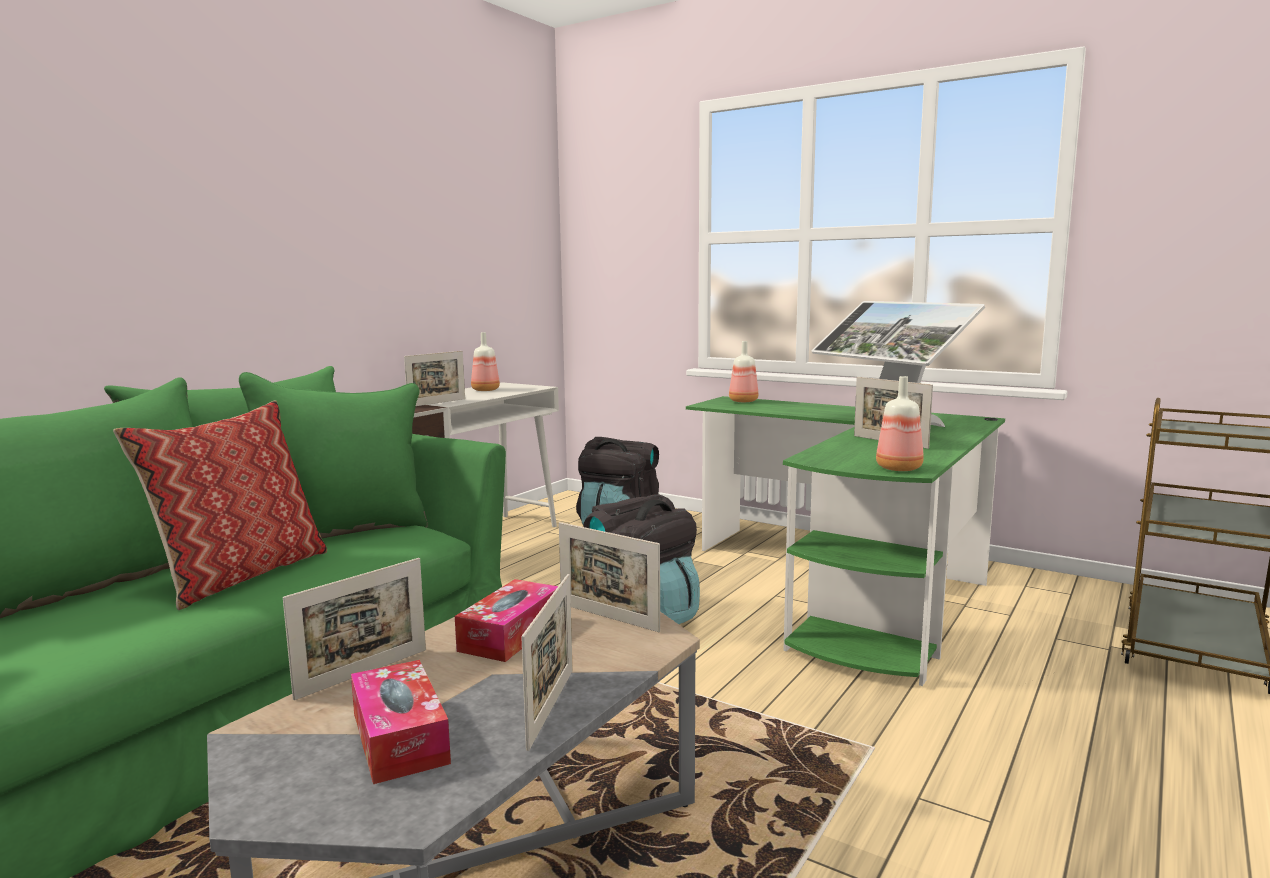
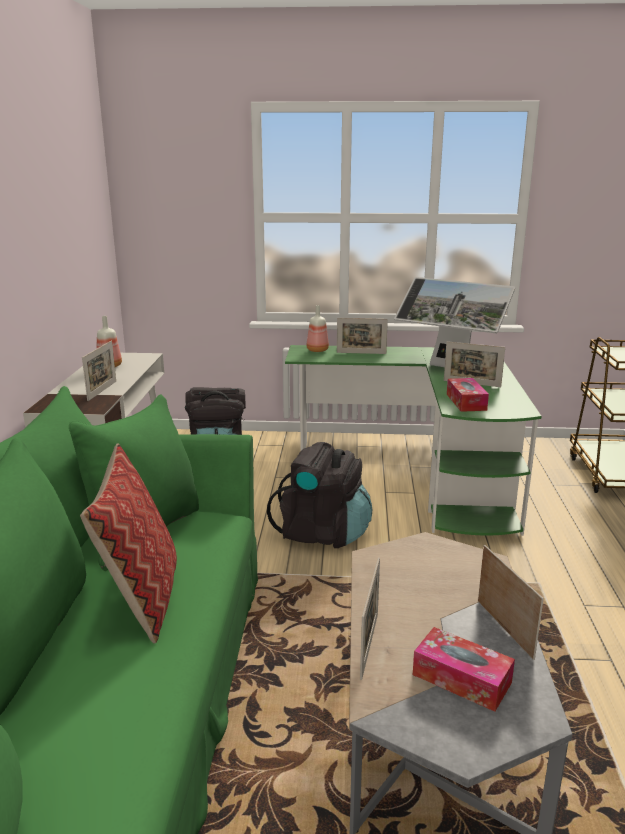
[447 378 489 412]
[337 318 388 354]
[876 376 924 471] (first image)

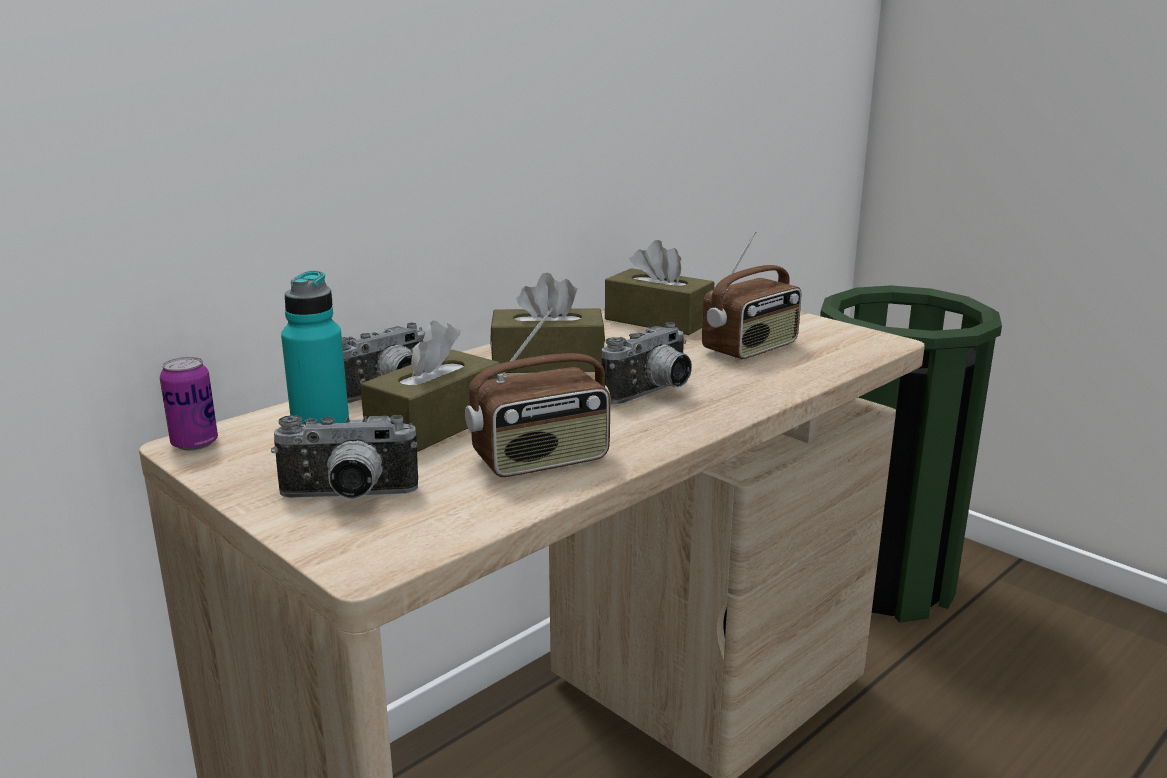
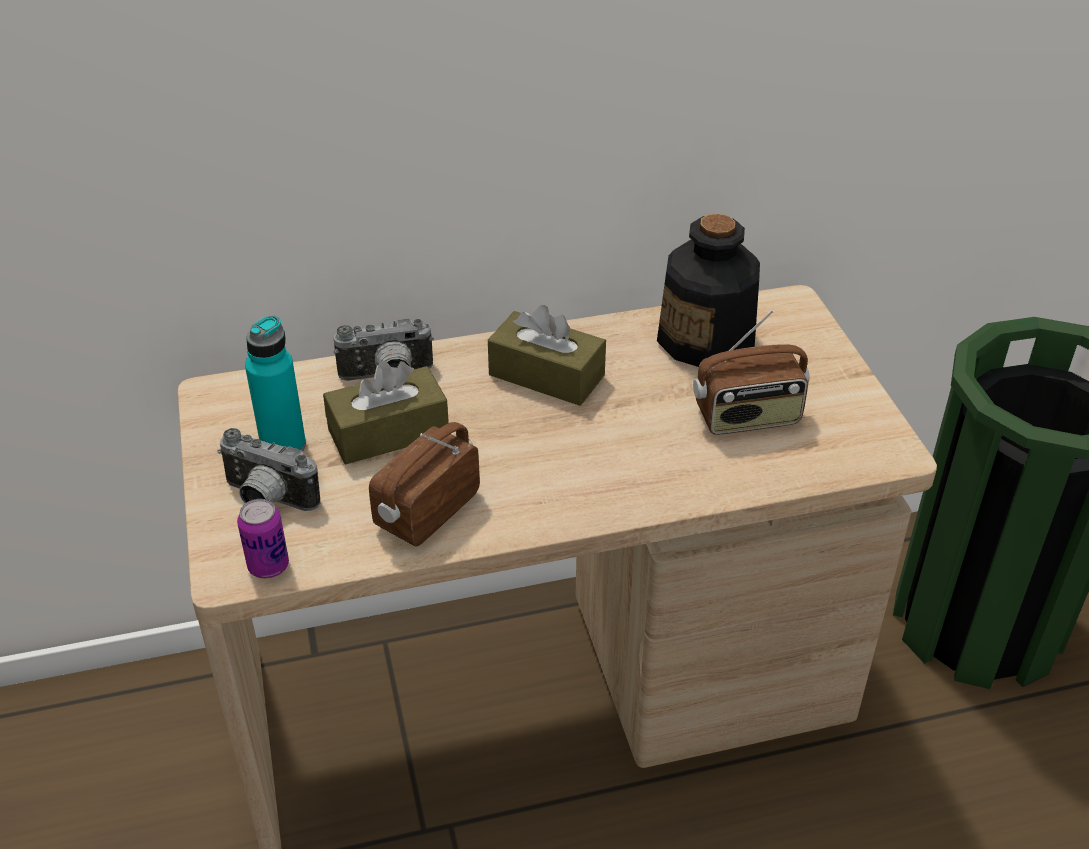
[237 499 289 578]
[369 422 480 546]
[602 322 692 404] (first image)
[657 213 760 367]

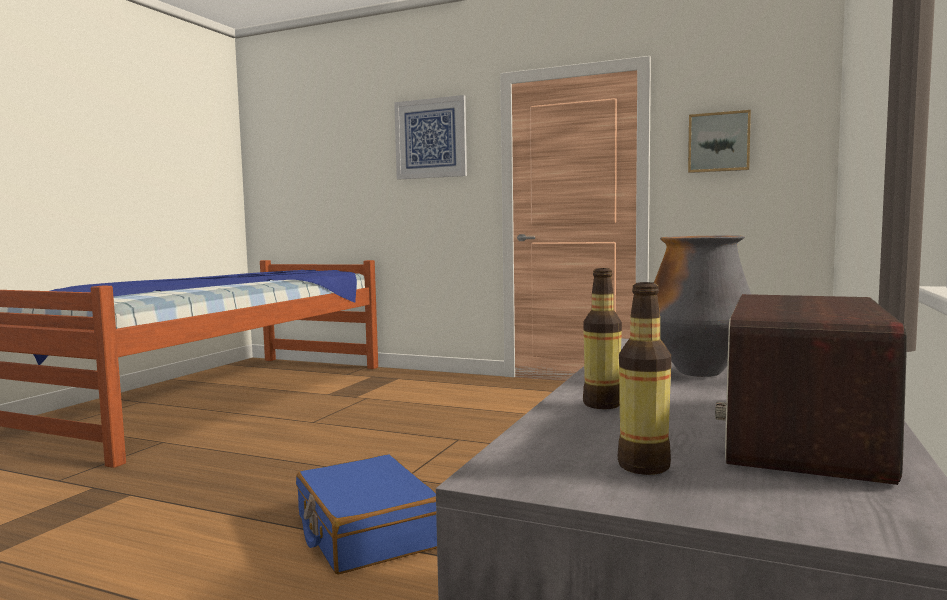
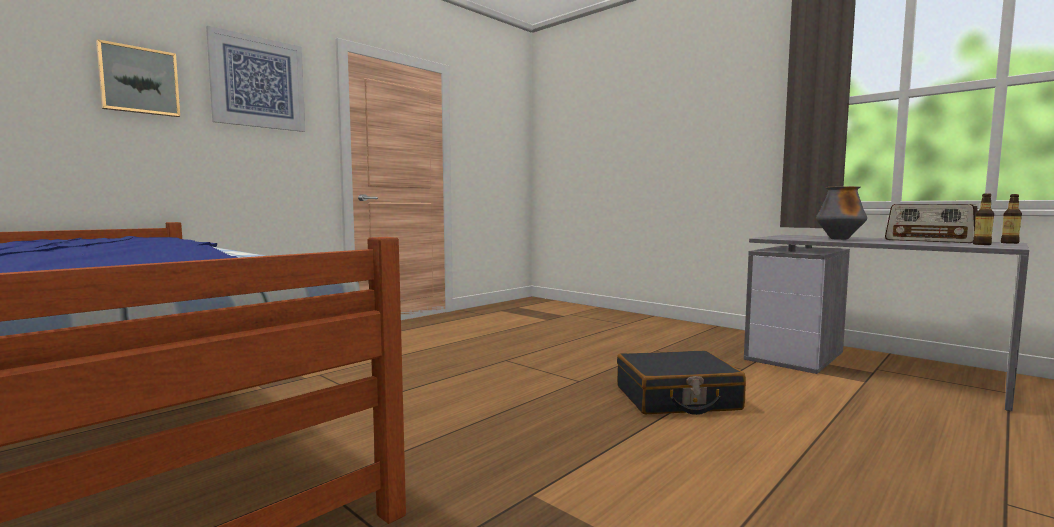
[617 351 746 415]
[1001 194 1022 244]
[96 39 180 117]

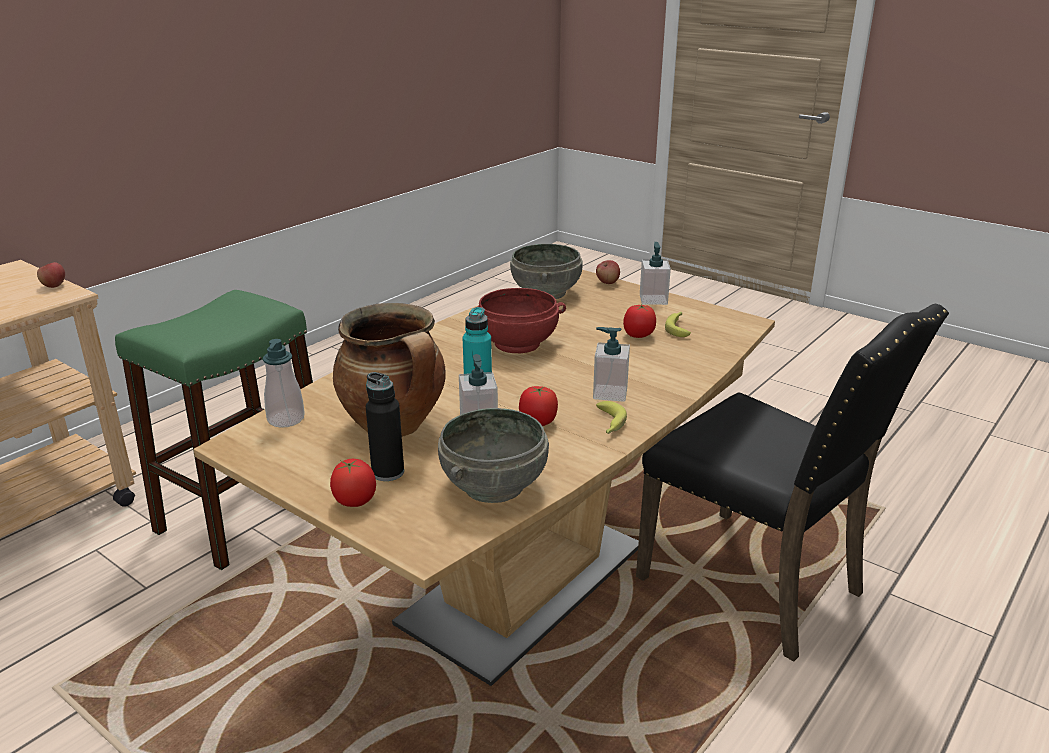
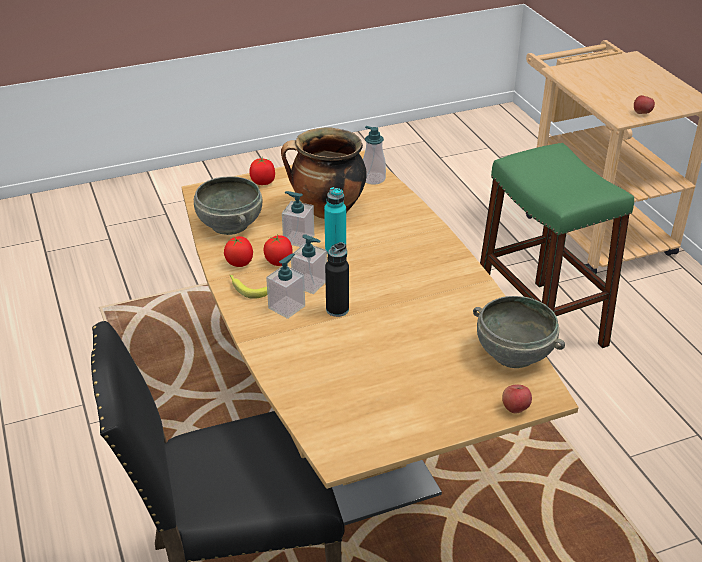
[325 242 349 317]
[478 288 566 353] (first image)
[224 236 253 267]
[291 234 327 294]
[665 312 691 337] (first image)

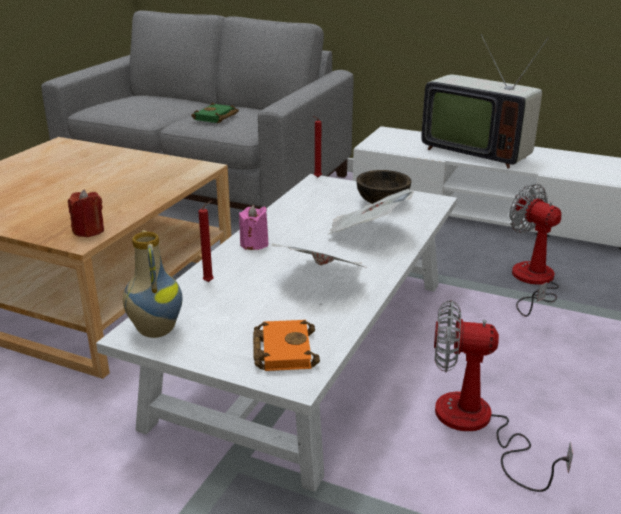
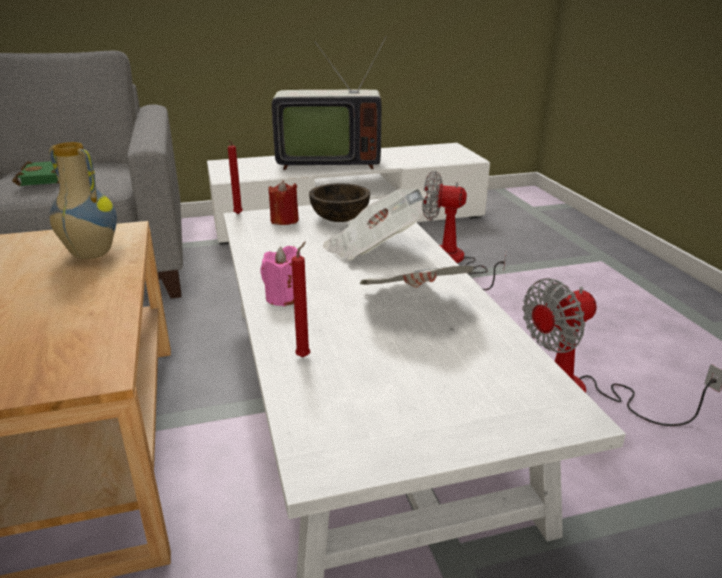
[269 180 299 225]
[49 142 117 259]
[253 320 320 371] (first image)

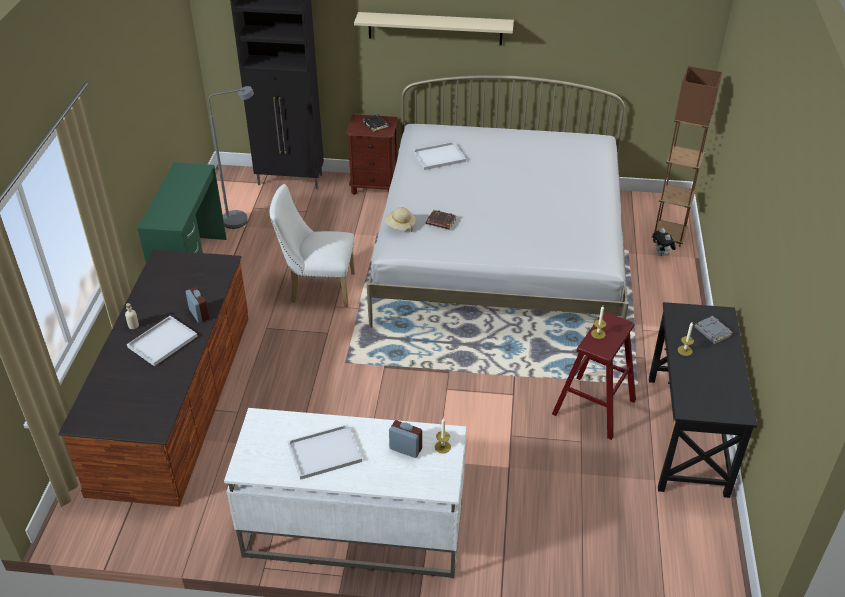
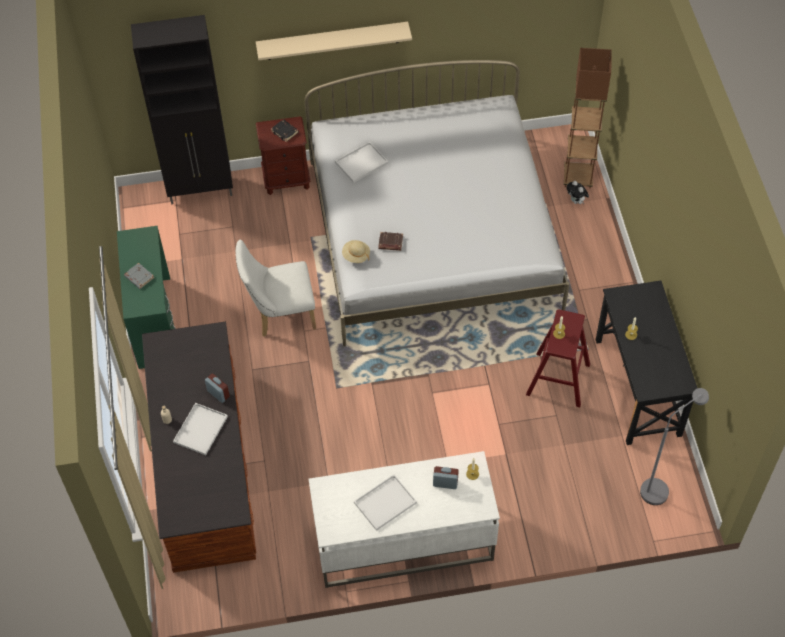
[640 388 709 505]
[124 263 154 289]

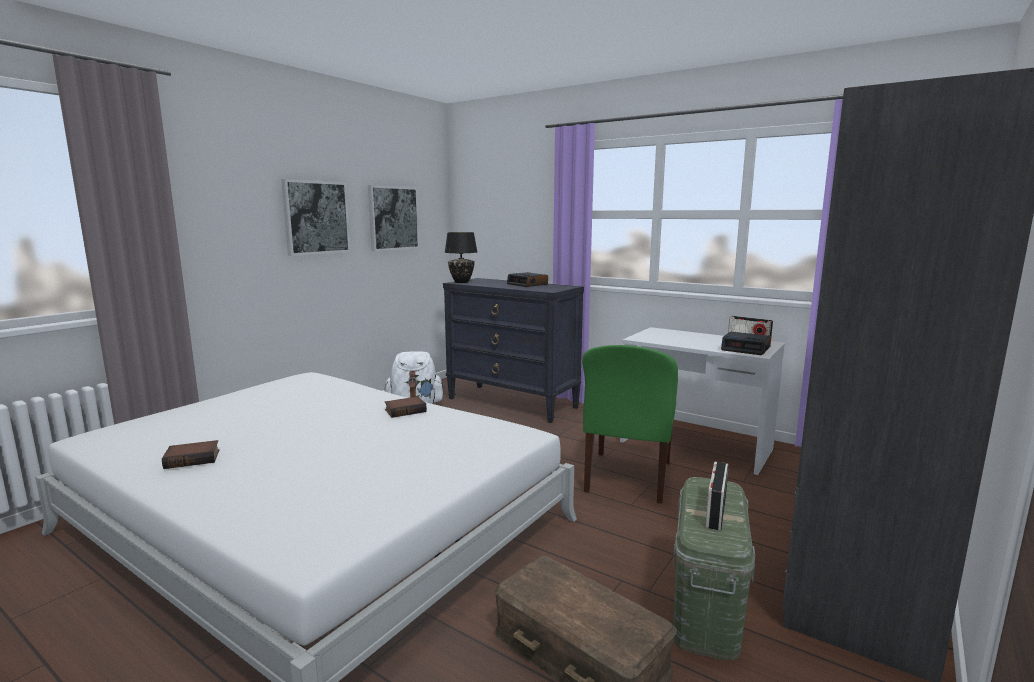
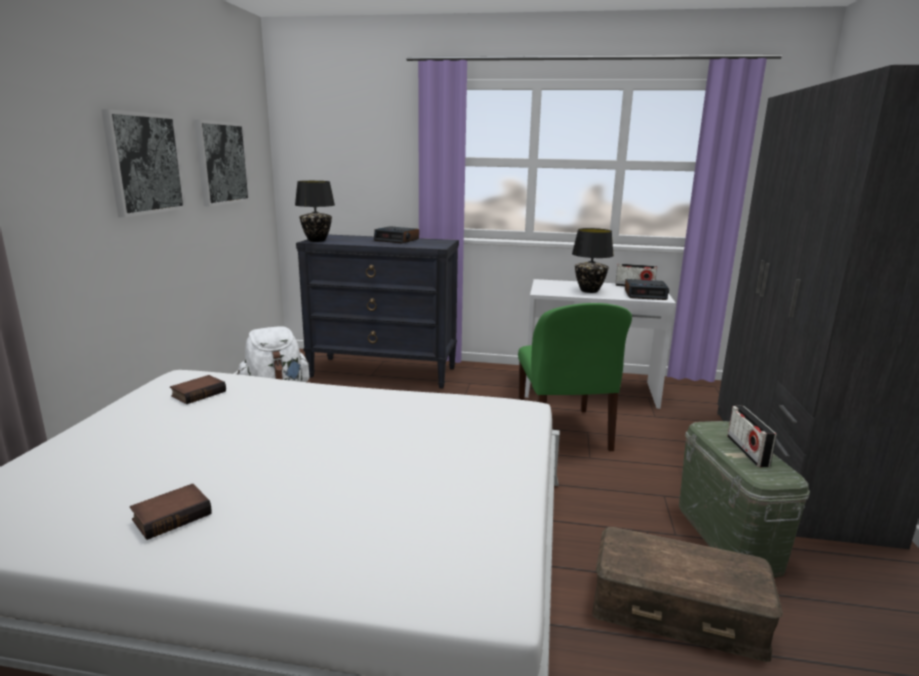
[170 375 226 404]
[572 228 614 293]

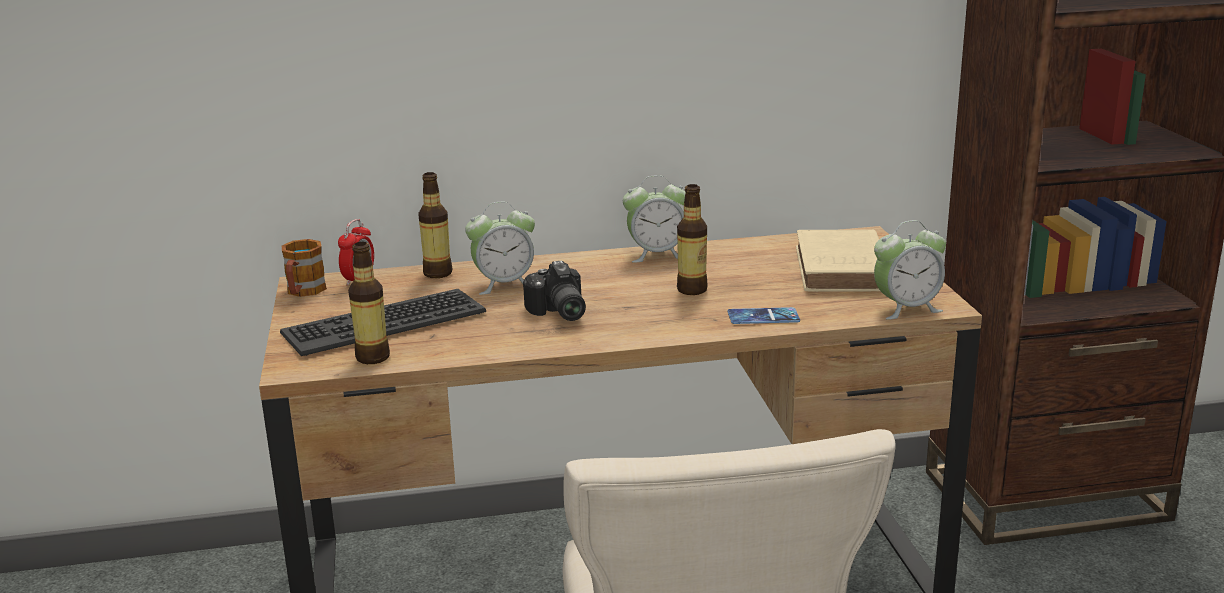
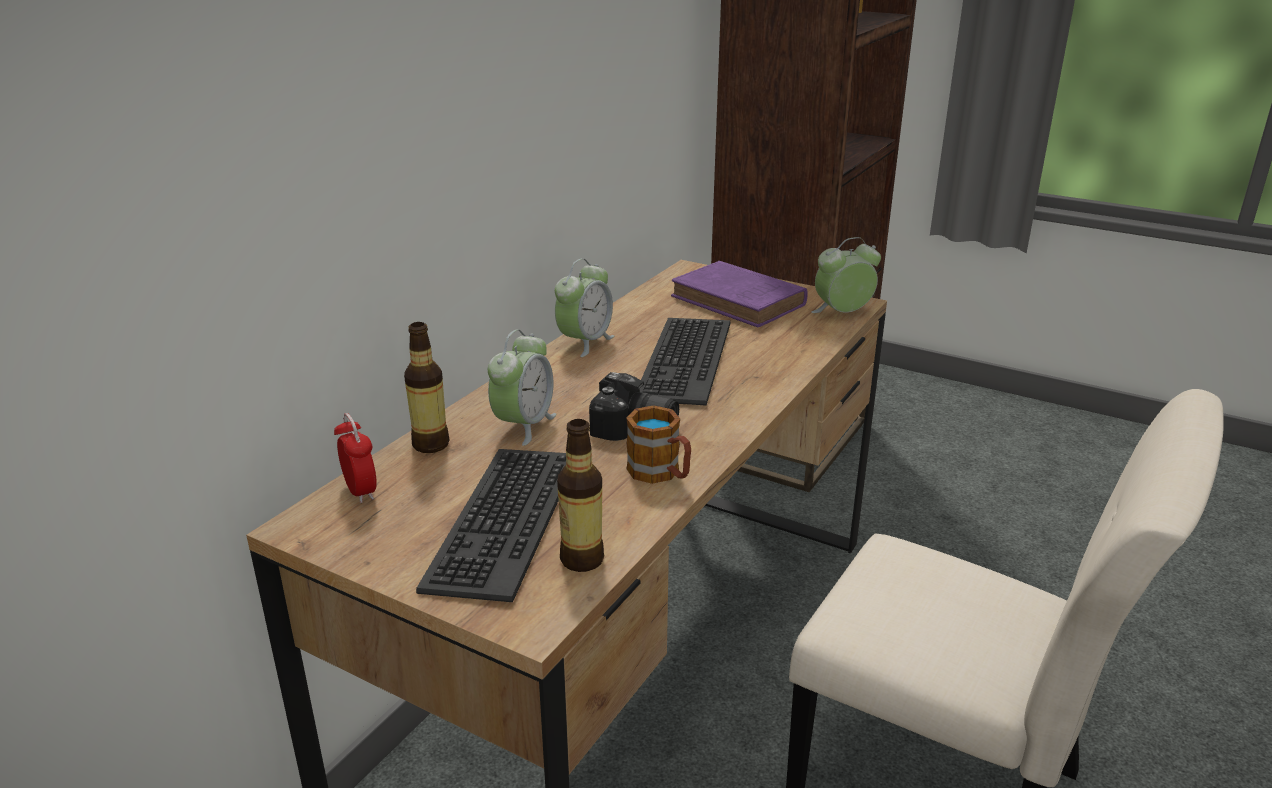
[626 405 691 484]
[639 318 730 405]
[728 307 800 324] (first image)
[671 261 808 327]
[811 237 881 313]

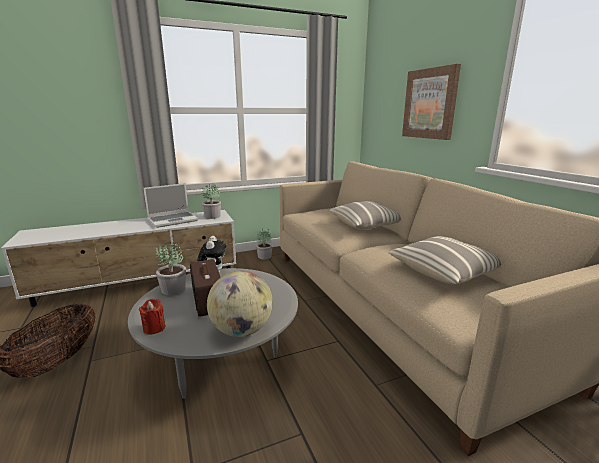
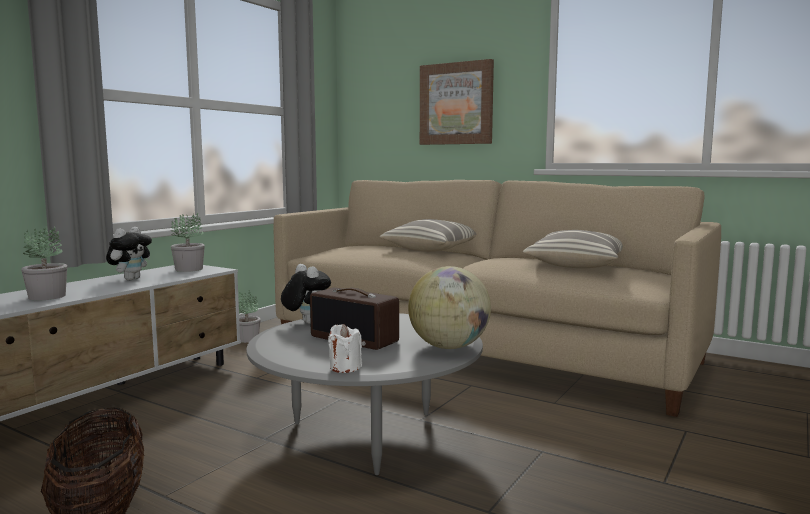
[328 324 362 373]
[106 227 152 280]
[21 226 67 301]

